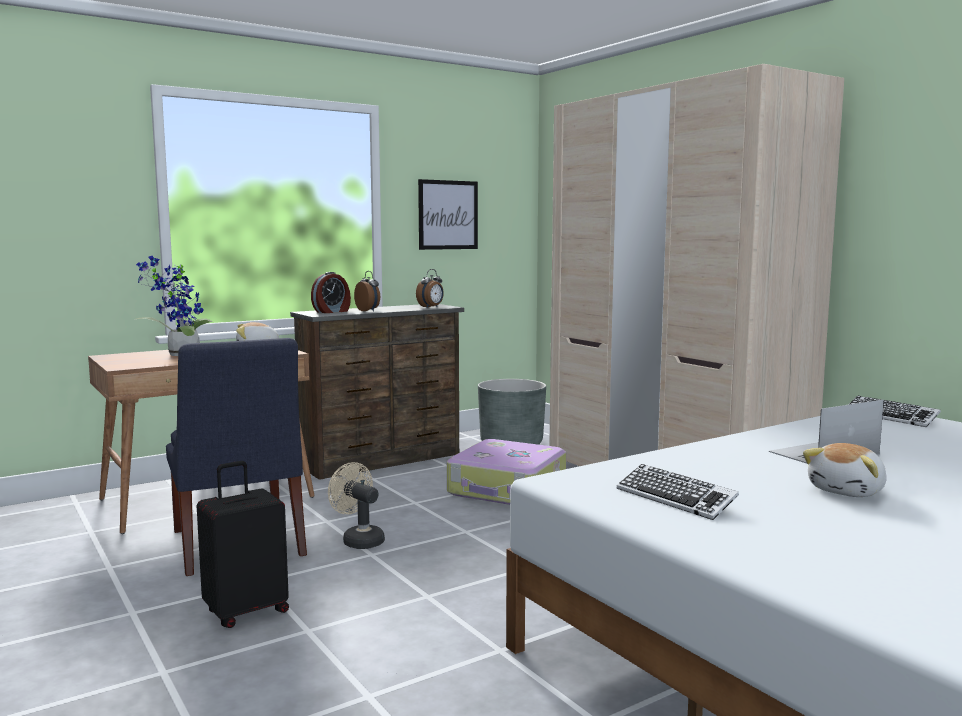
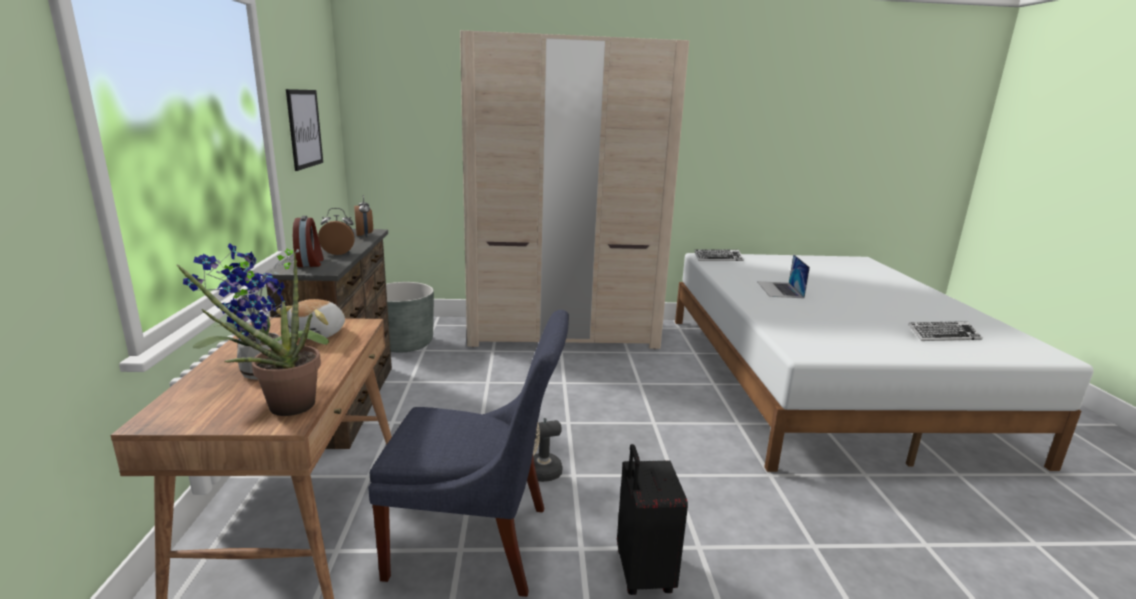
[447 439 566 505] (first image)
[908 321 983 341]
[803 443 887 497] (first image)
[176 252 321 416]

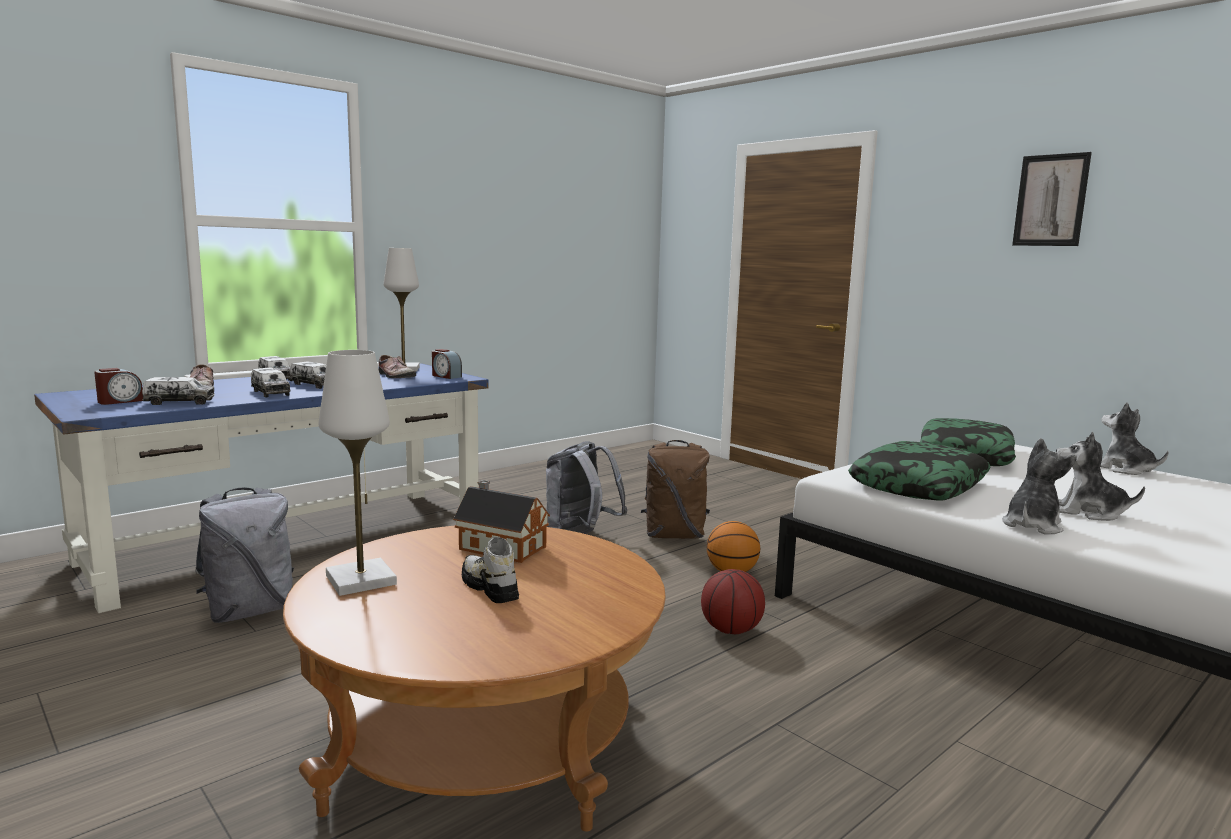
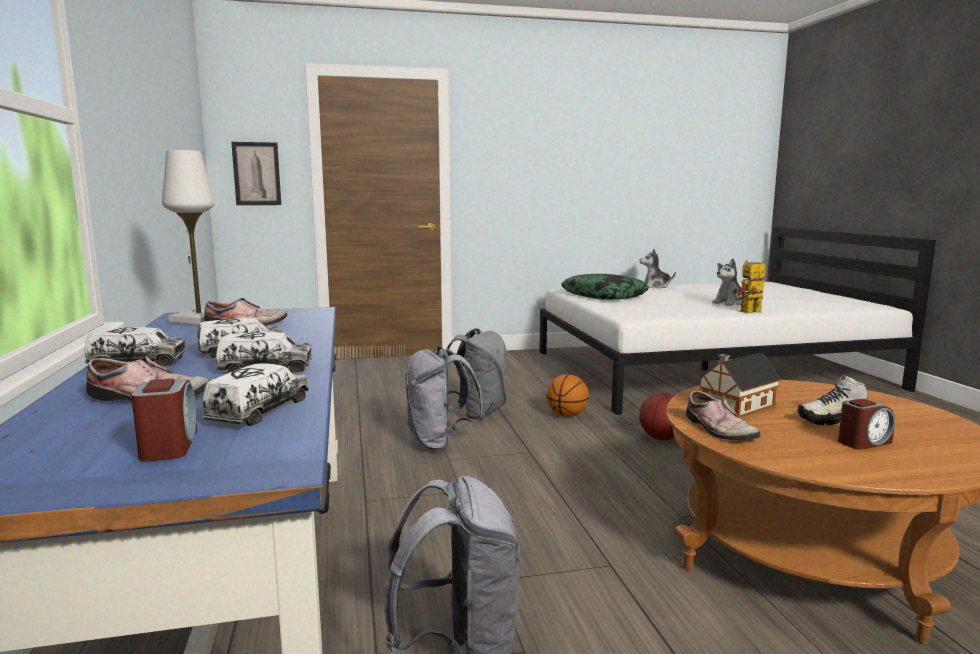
[319 350 397 596] (first image)
[838 399 895 450]
[443 328 507 420]
[848 441 990 500] (first image)
[734 260 766 313]
[231 142 281 205]
[686 391 761 440]

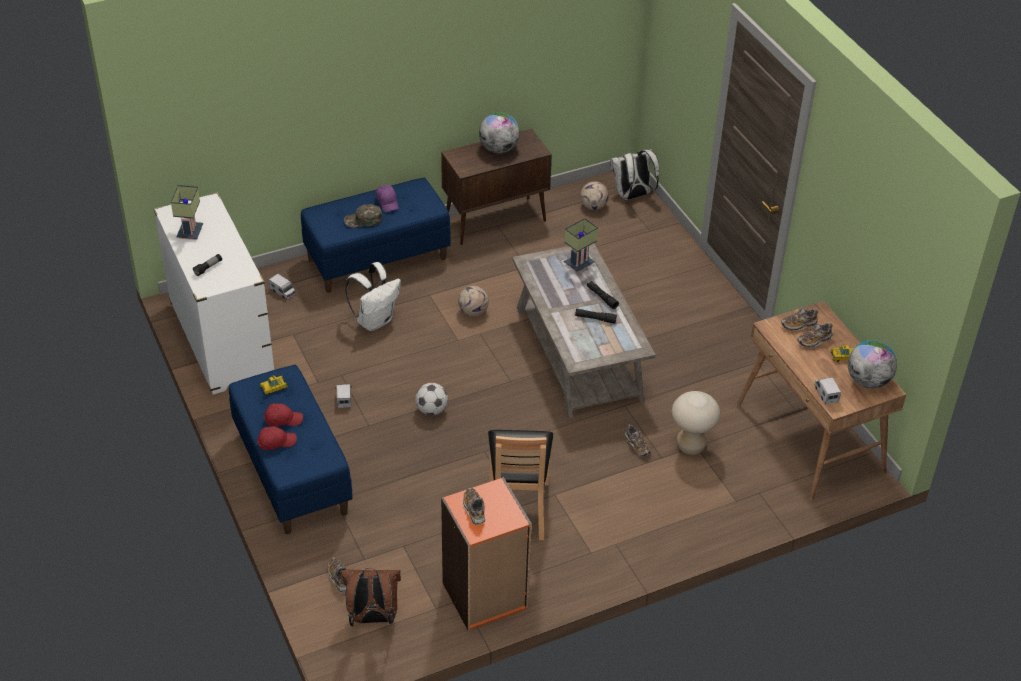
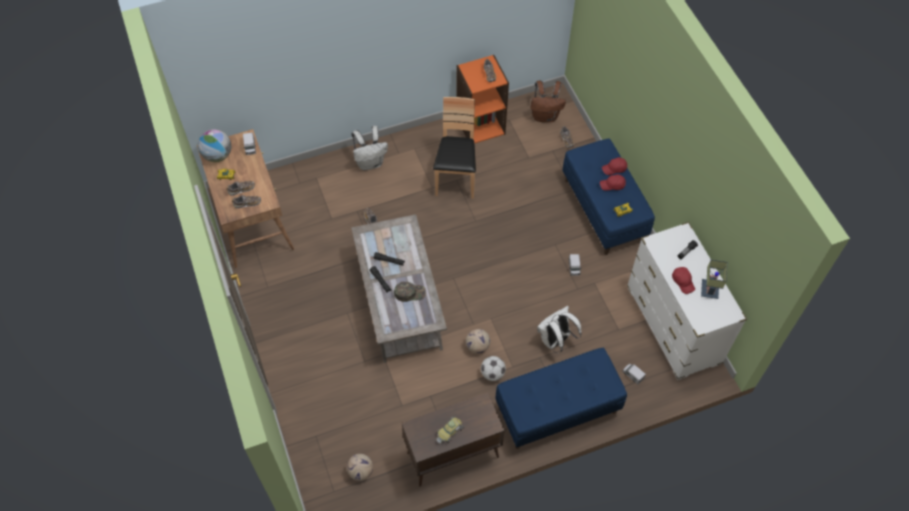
[394 282 426 302]
[376 185 399 212] (first image)
[481 356 506 381]
[436 416 464 444]
[564 218 598 273] (first image)
[351 126 388 170]
[672 391 720 455] (first image)
[672 267 695 294]

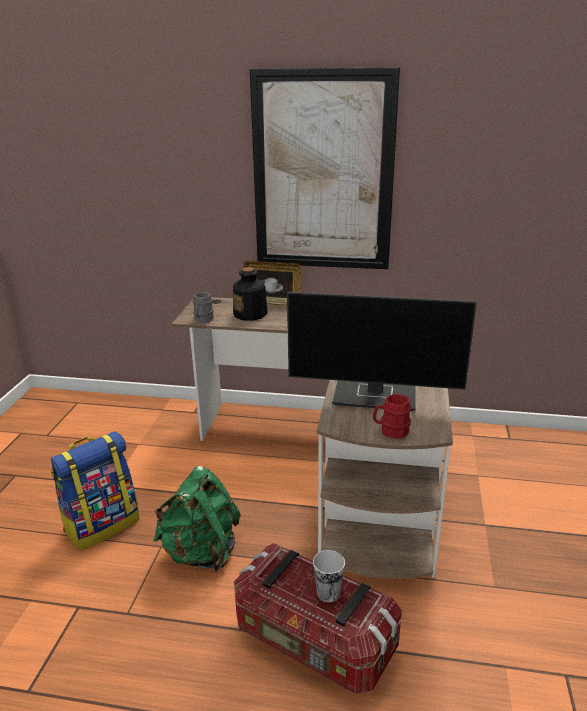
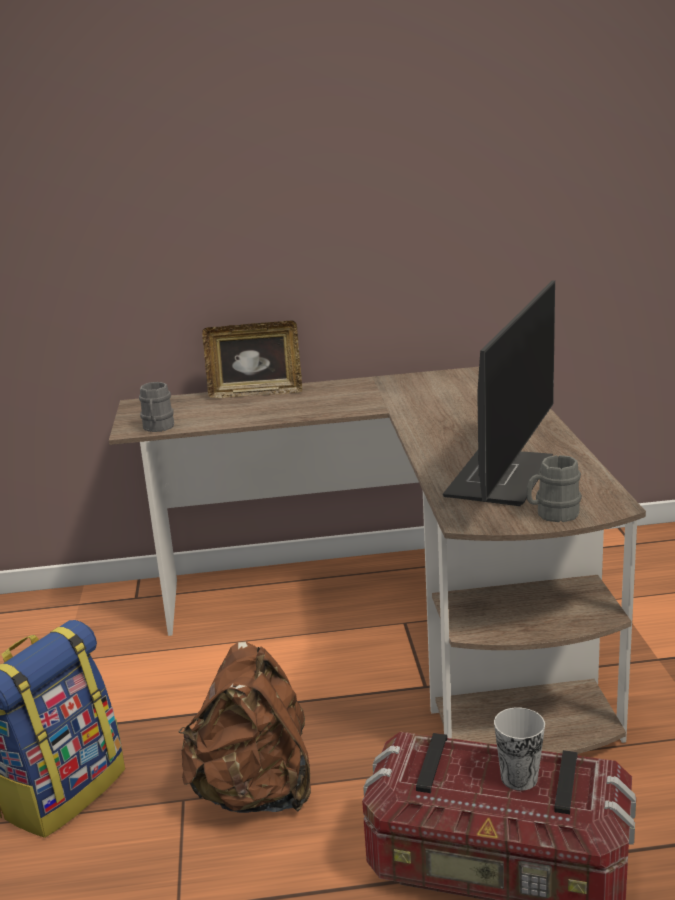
[179 642 311 813]
[233 267 268 321] (first image)
[250 67 400 269] (first image)
[443 280 555 506]
[526 455 582 522]

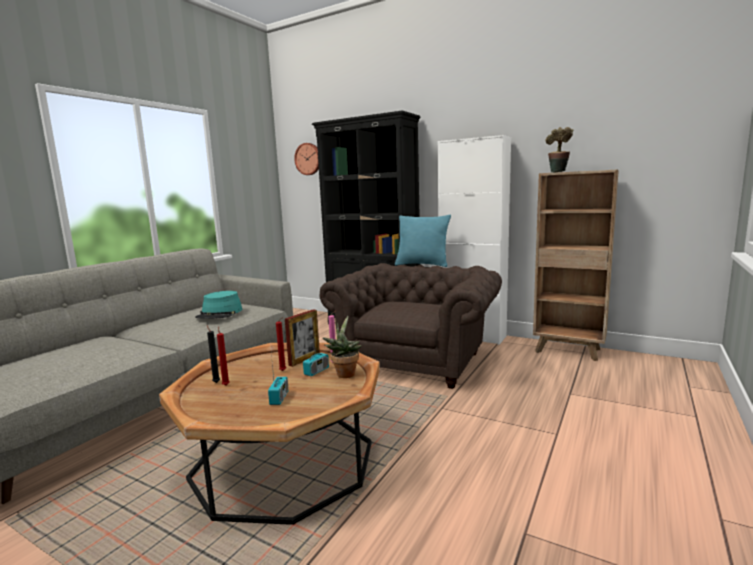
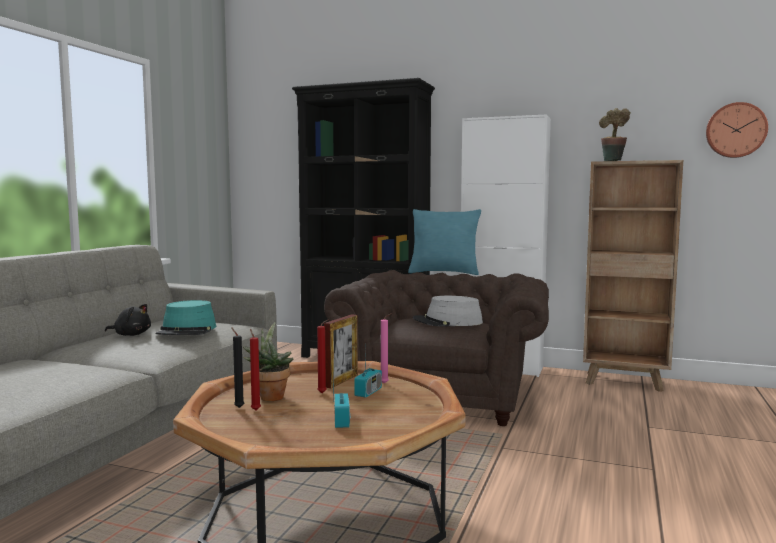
[706 102 768 158]
[243 322 294 401]
[105 304 151 336]
[413 296 483 326]

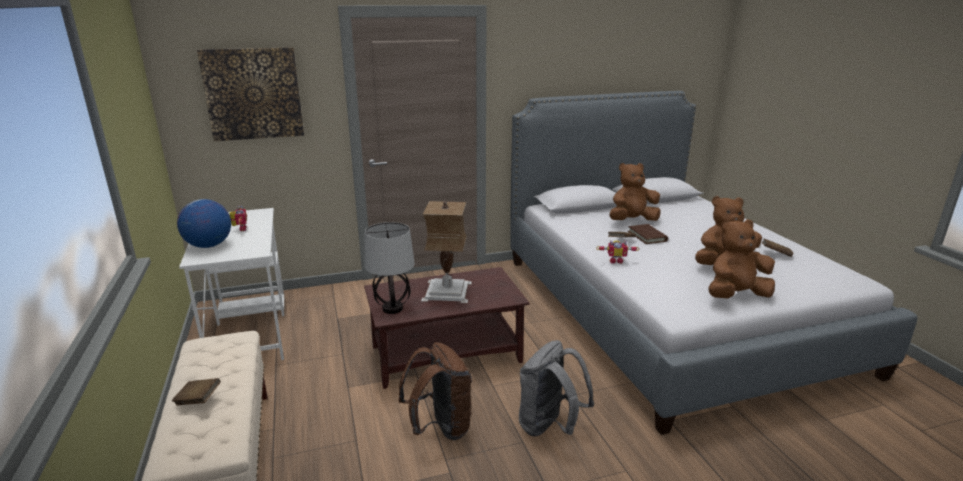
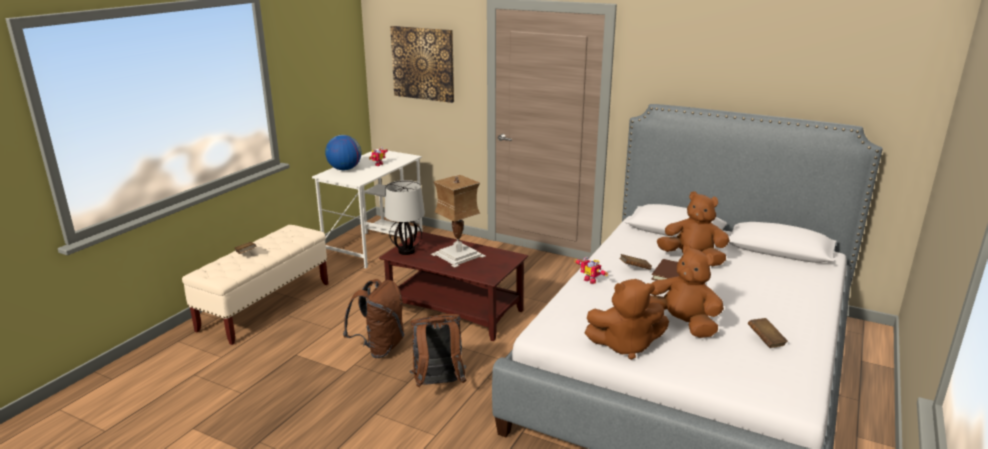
[409 314 466 387]
[584 279 669 360]

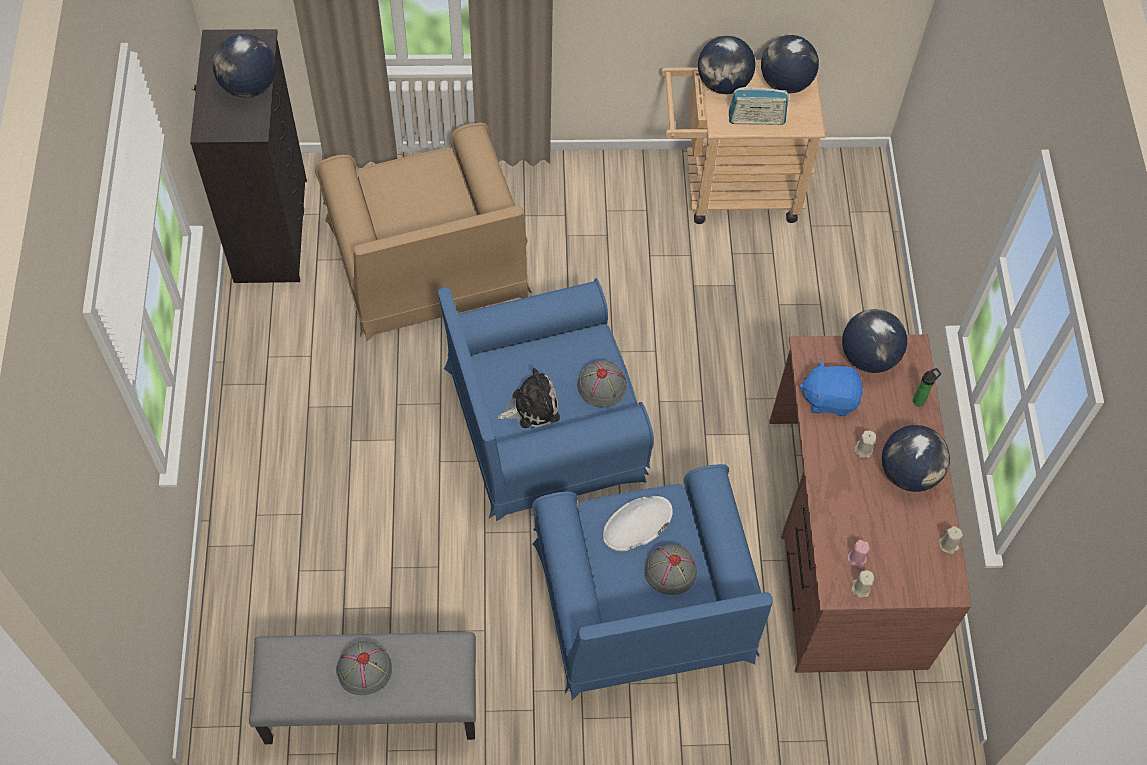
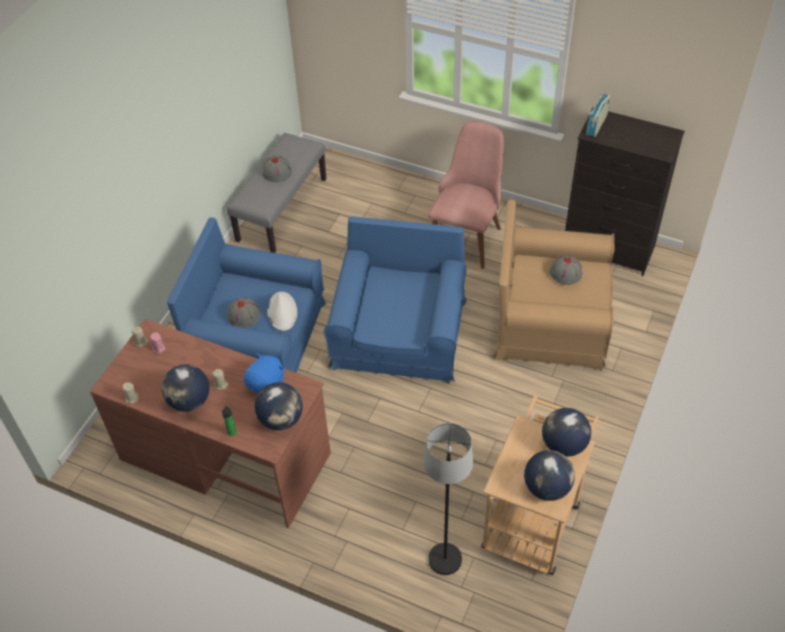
[213 34 276 98] (first image)
[498 368 560 428] (first image)
[549 255 582 285]
[586 92 610 137]
[423 423 473 575]
[428 121 504 269]

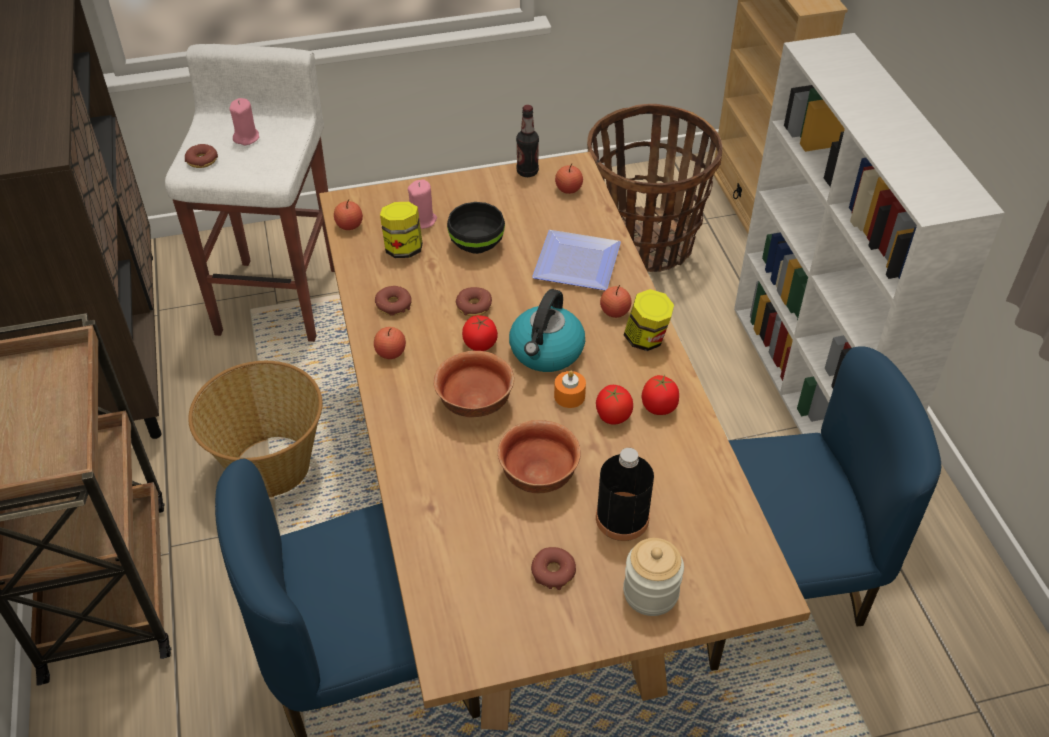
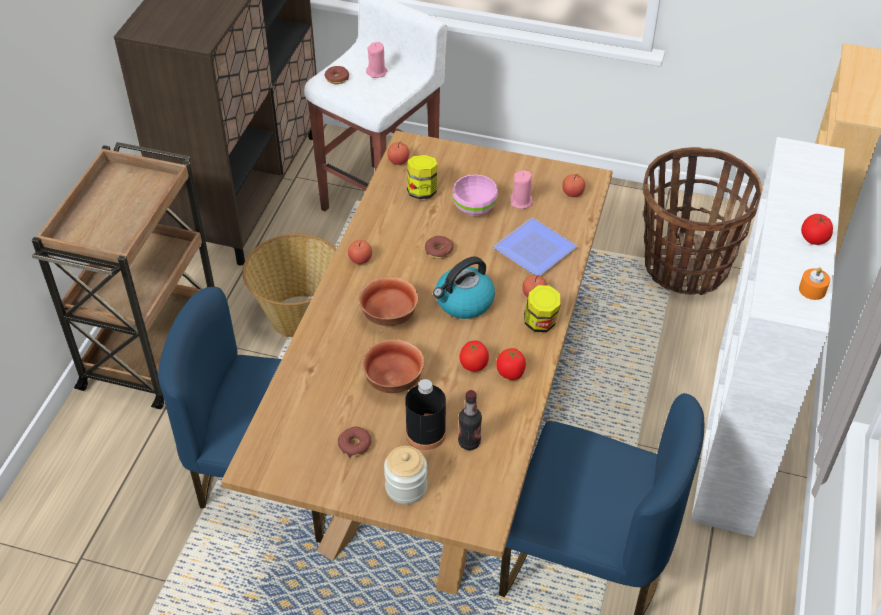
[375 286 412 316] (first image)
[510 170 533 209]
[452 174 498 216]
[801 214 833 245]
[458 390 482 450]
[799 267 830 300]

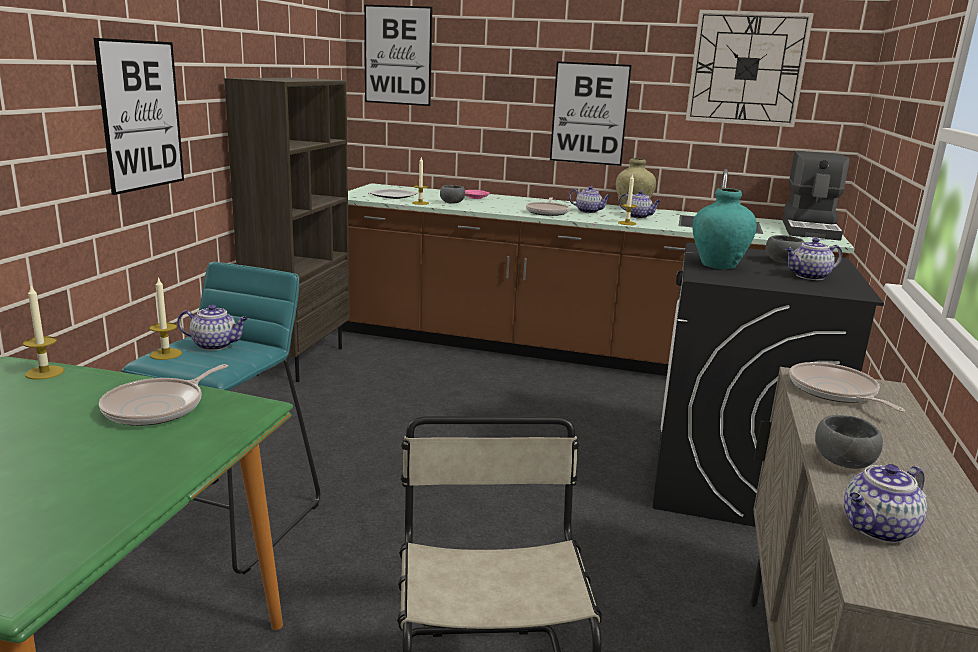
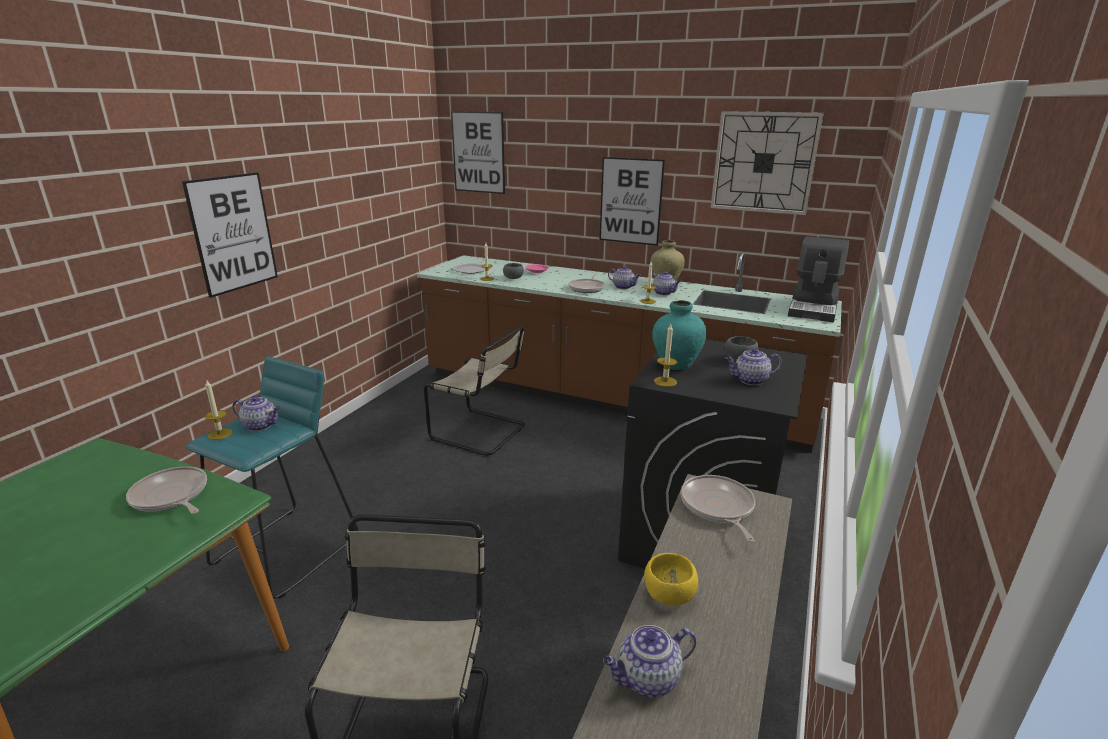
[654 324 677 387]
[126 466 207 514]
[224 78 350 382] (first image)
[644 553 698 606]
[424 325 525 456]

